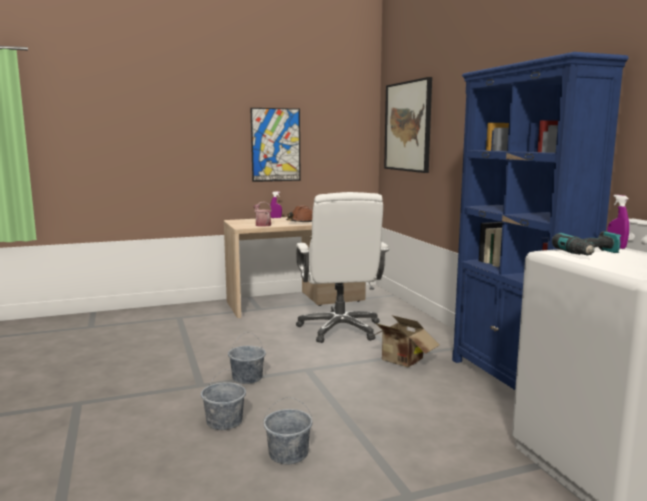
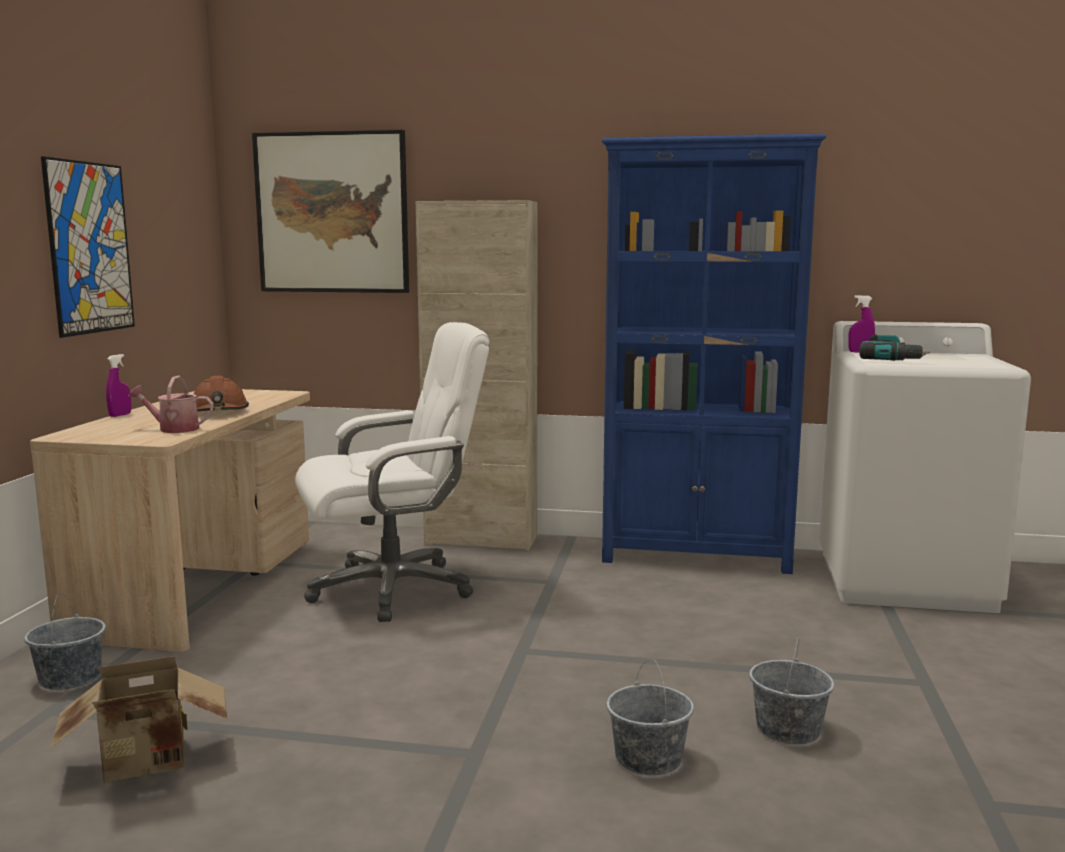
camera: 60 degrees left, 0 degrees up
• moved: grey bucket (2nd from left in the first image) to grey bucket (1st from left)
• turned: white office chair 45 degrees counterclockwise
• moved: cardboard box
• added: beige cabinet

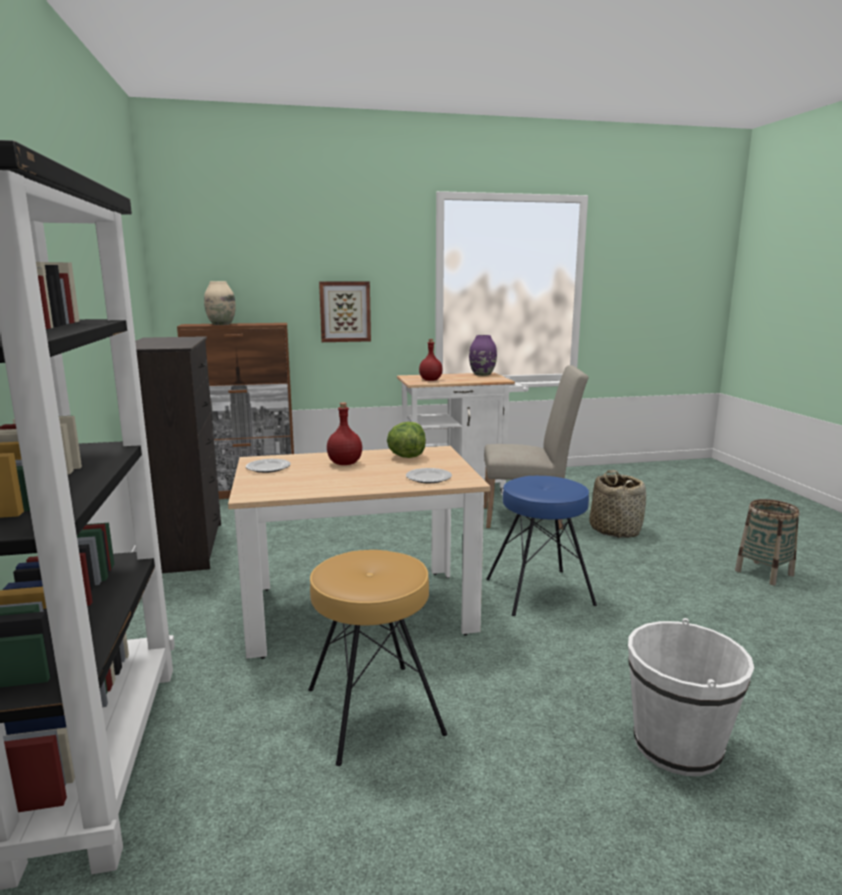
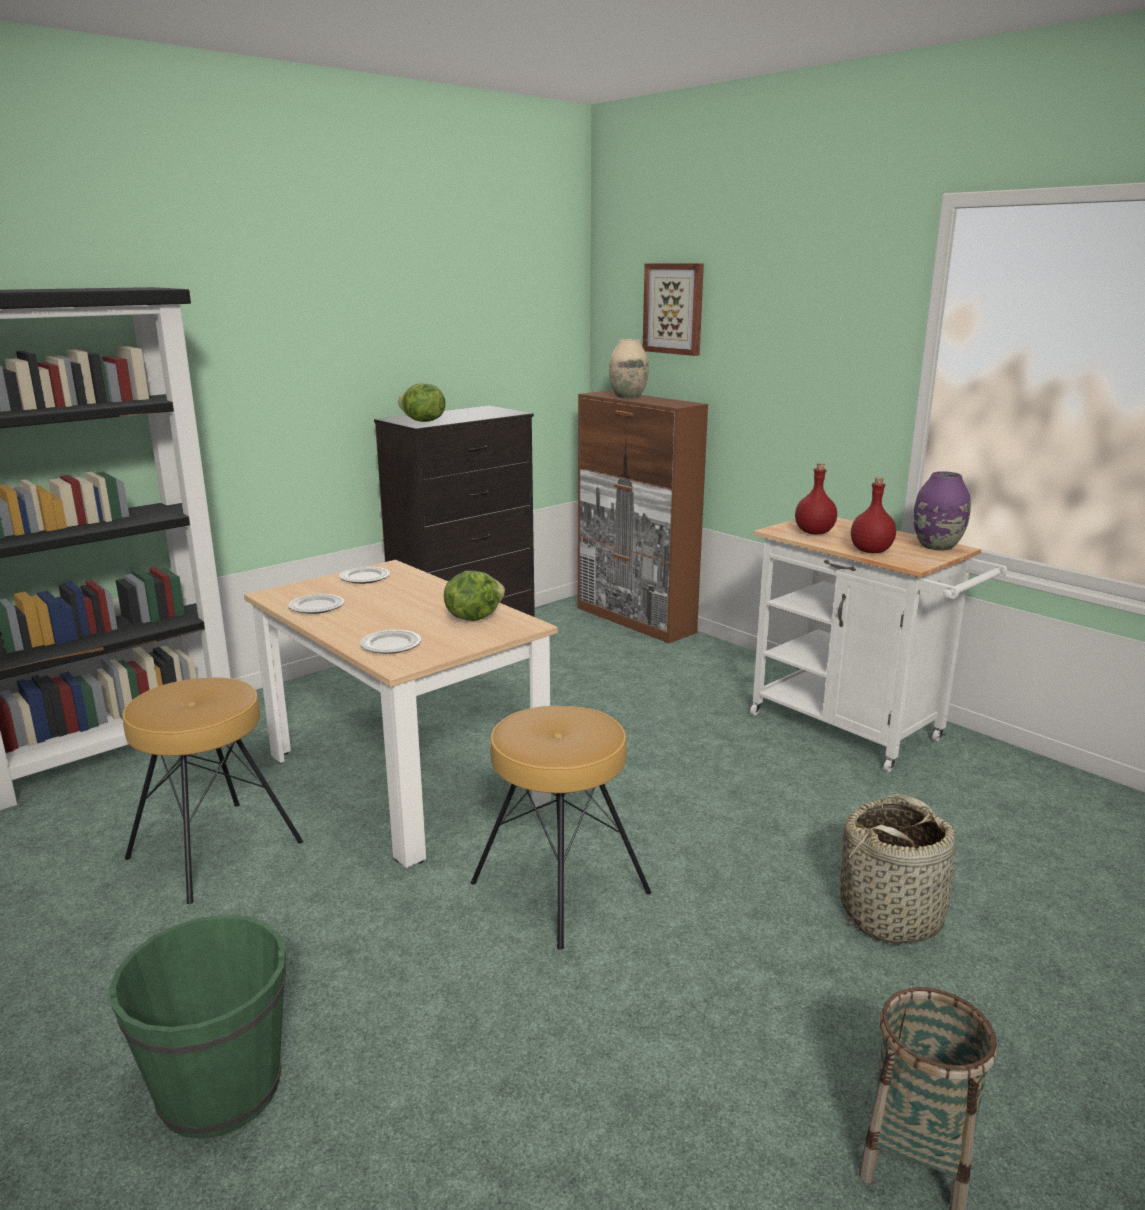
camera: 60 degrees right, 5 degrees up
• moved: picture
• moved: red bottle (1st from left in the first image) to red bottle (2nd from left)
• removed: beige chair
• recoloured: blue stool to brown stool (2nd from left)
• recoloured: white bucket to green bucket
• added: plate (1st from left)
• added: lettuce (1st from left)

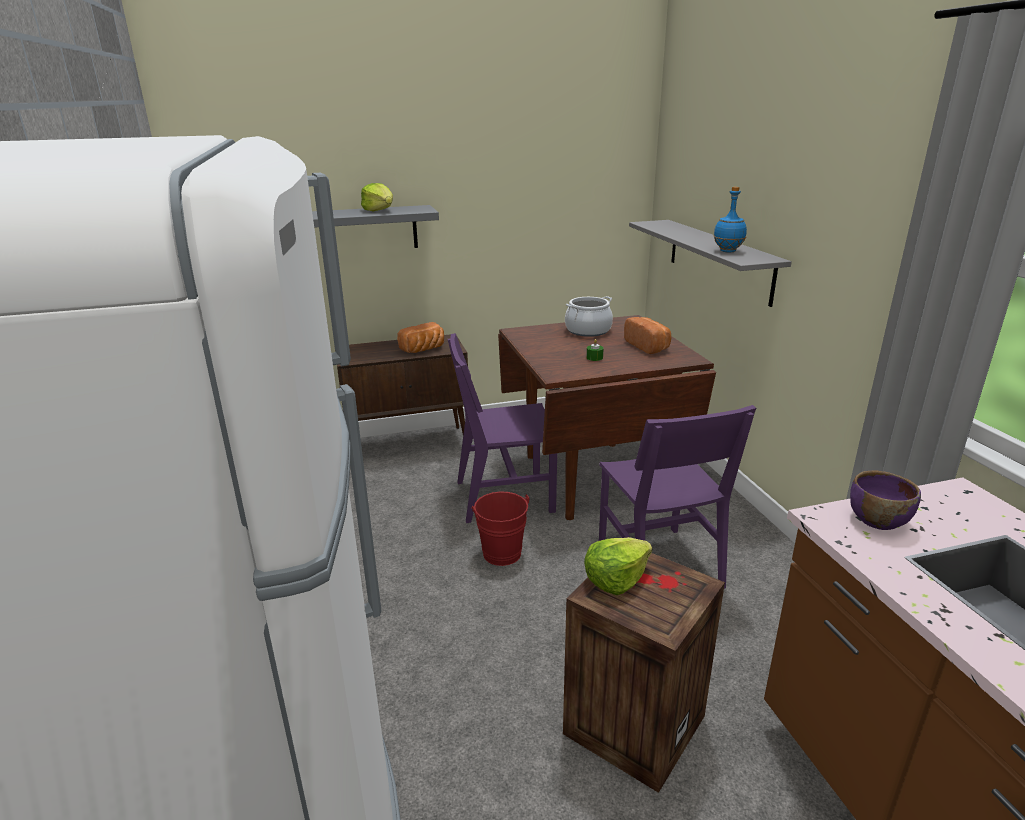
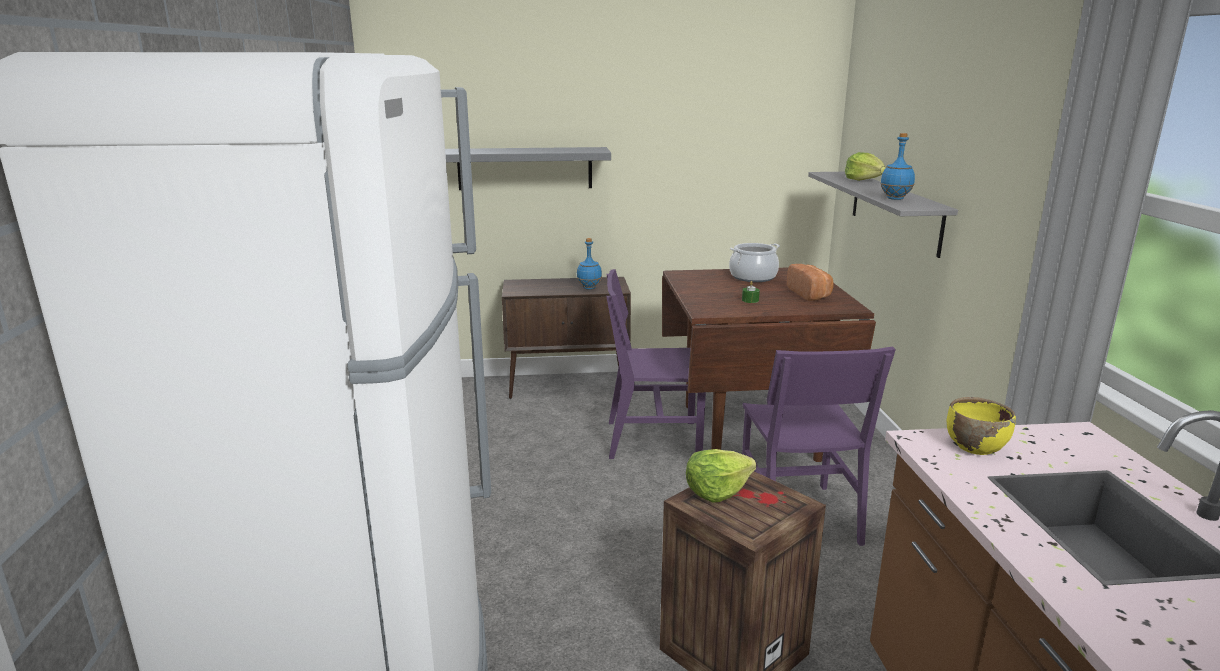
camera: 10 degrees right, 5 degrees down
• moved: lettuce (1st from left in the first image) to lettuce (2nd from left)
• replaced: bread (1st from left) to blue bottle (1st from left)
• removed: red bucket
• recoloured: purple bowl to yellow bowl

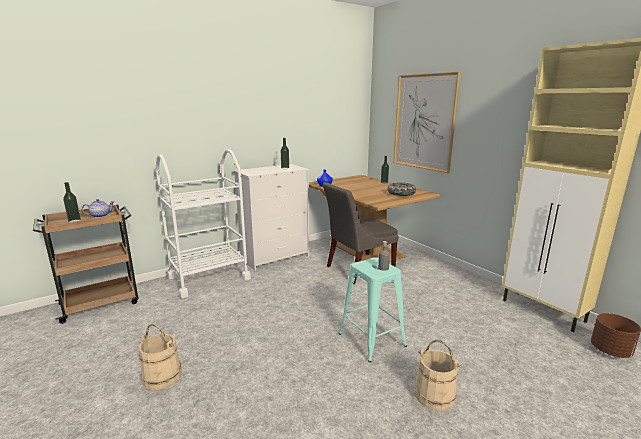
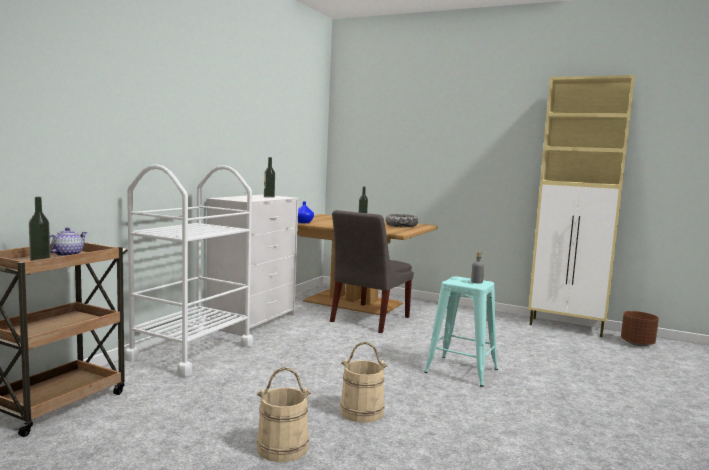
camera: 30 degrees left, 10 degrees down
• removed: picture
• moved: beige bucket (2nd from left)

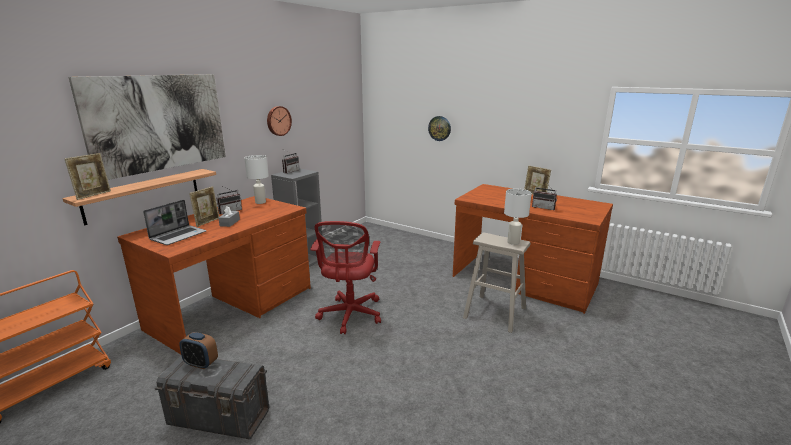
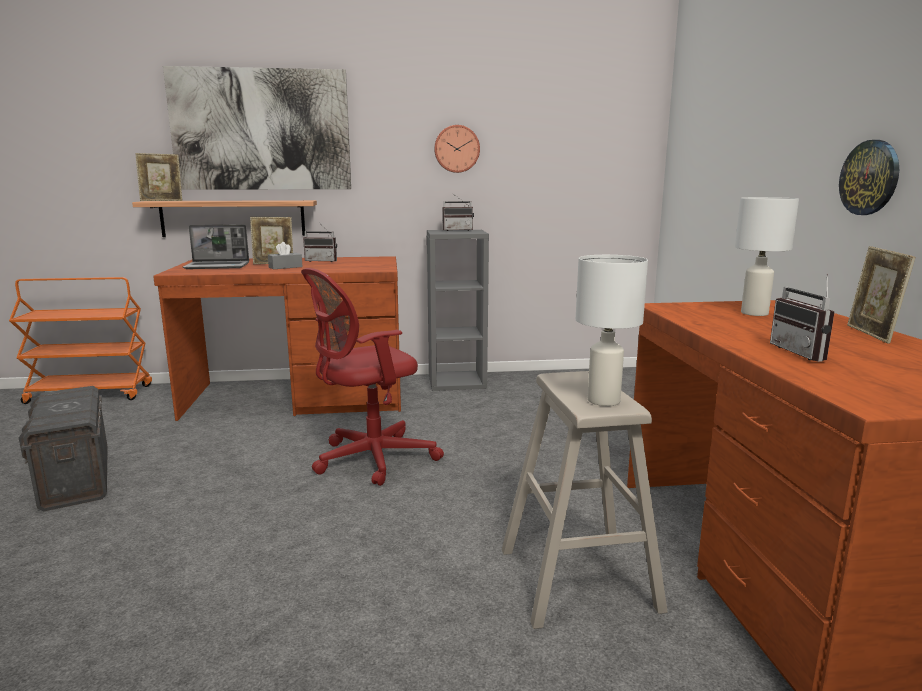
camera: 50 degrees right, 5 degrees down
• removed: alarm clock
• moved: white table lamp (1st from left in the first image) to white table lamp (2nd from left)
• moved: wall clock (2nd from left)

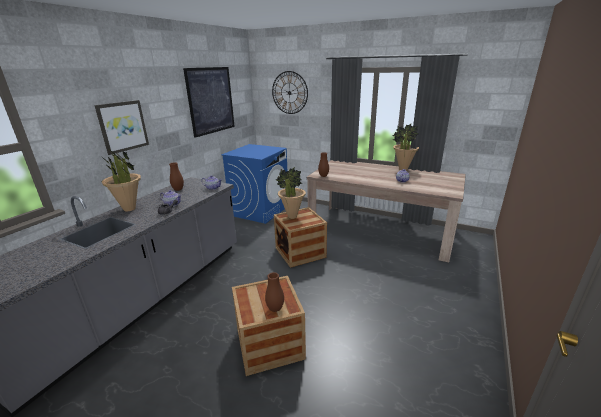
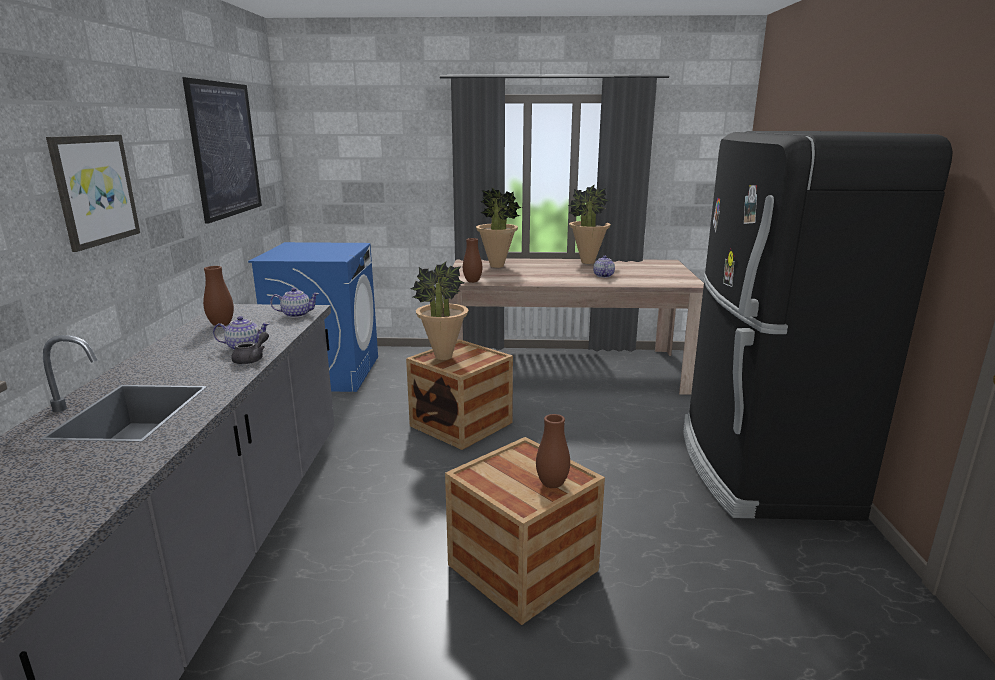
camera: 25 degrees left, 5 degrees down
• moved: potted plant (1st from left in the first image) to potted plant (2nd from left)
• removed: wall clock
• added: black fridge

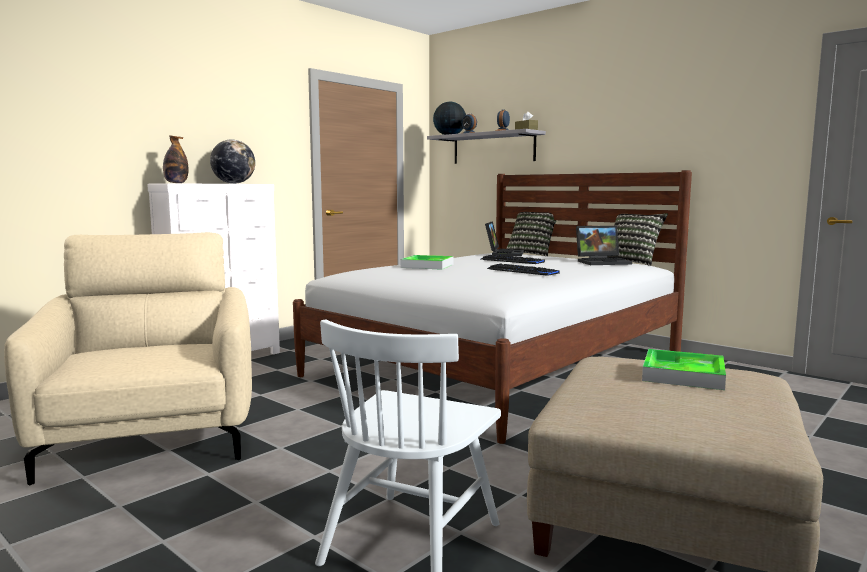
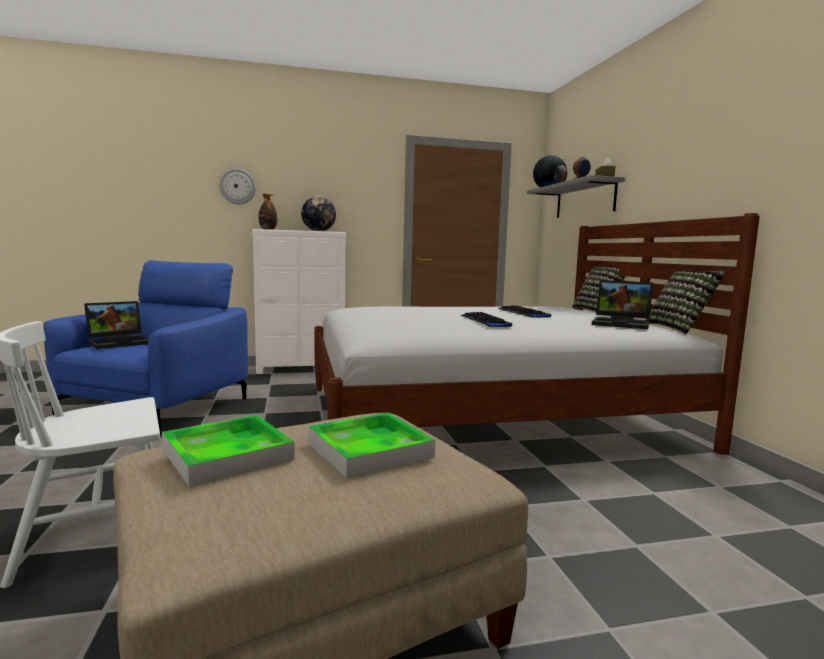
camera: 35 degrees right, 0 degrees up
• recoloured: beige armchair to blue armchair
• moved: tray (1st from left)
• moved: laptop (1st from left)
• added: wall clock

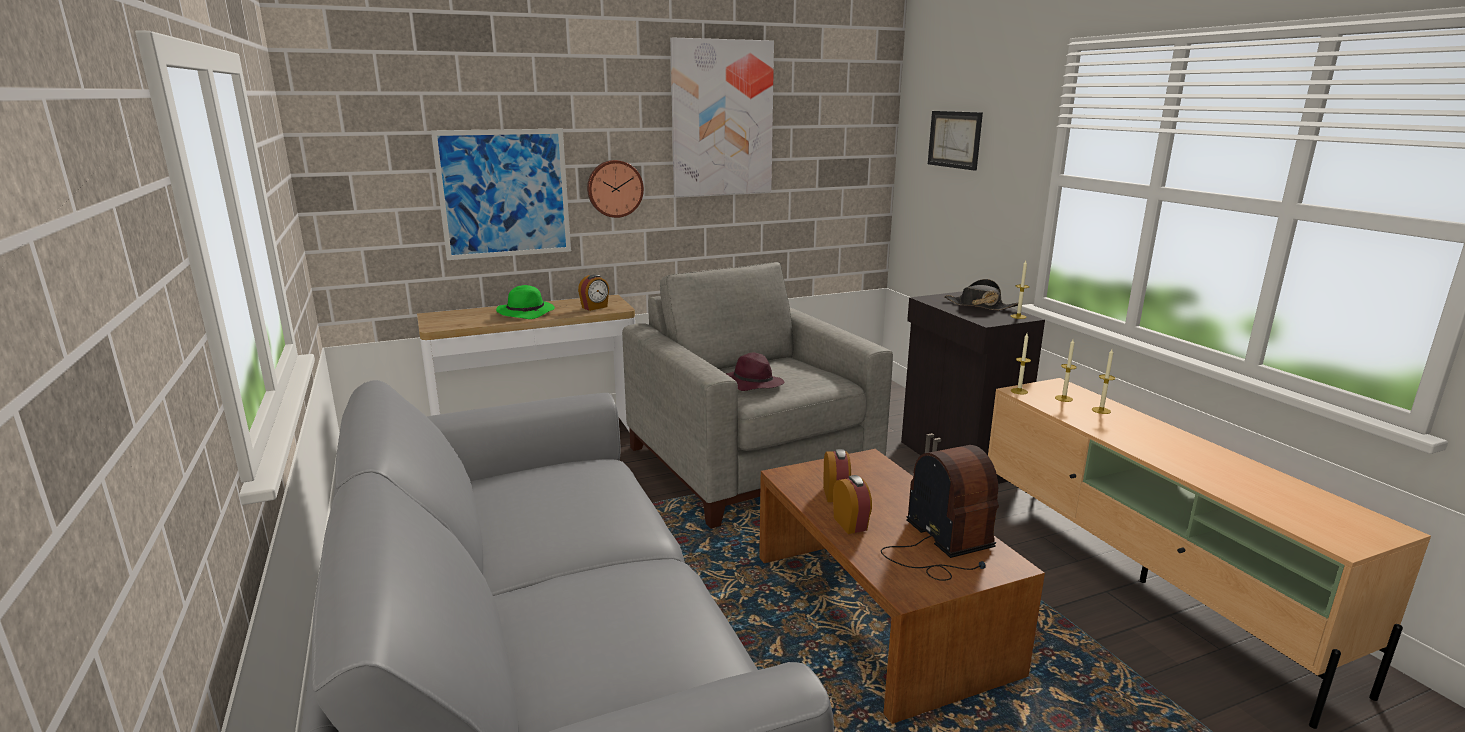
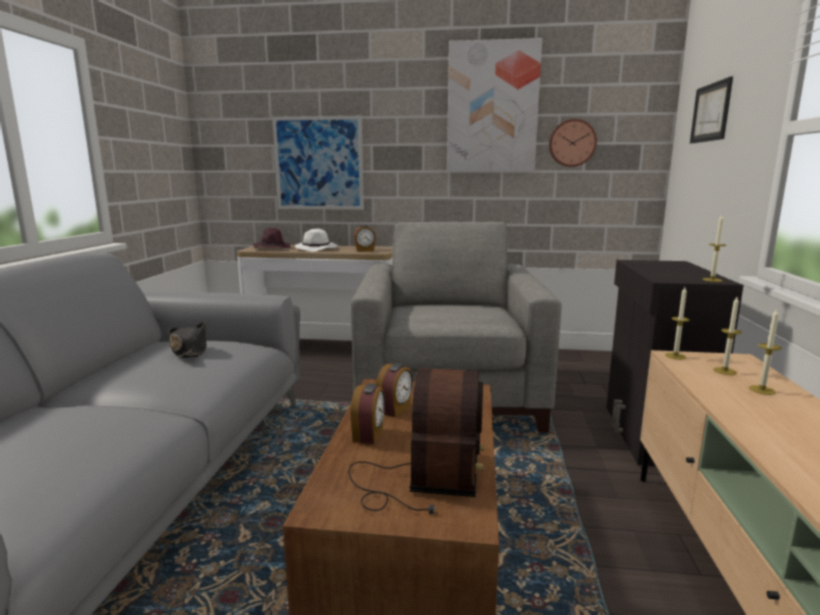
camera: 30 degrees right, 5 degrees down
• recoloured: green hat to white hat
• moved: wall clock
• moved: purple hat
• moved: black hat

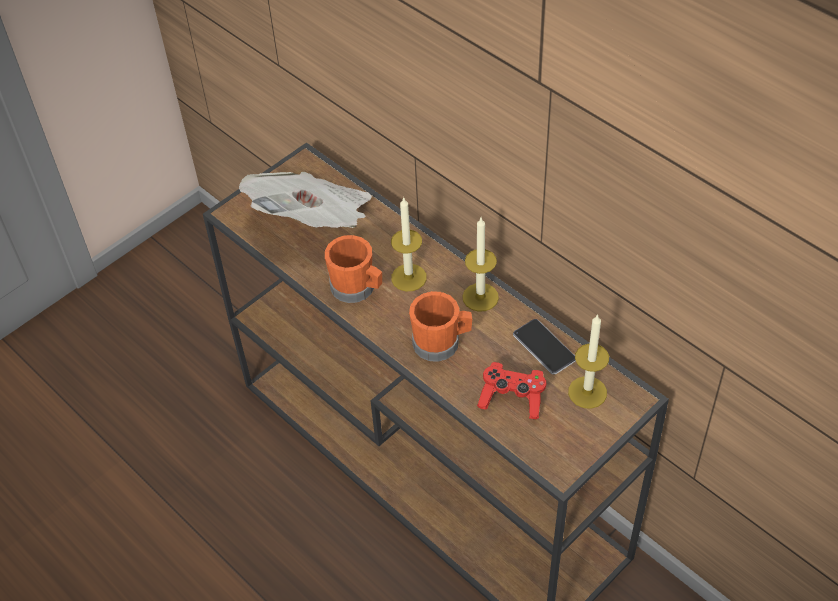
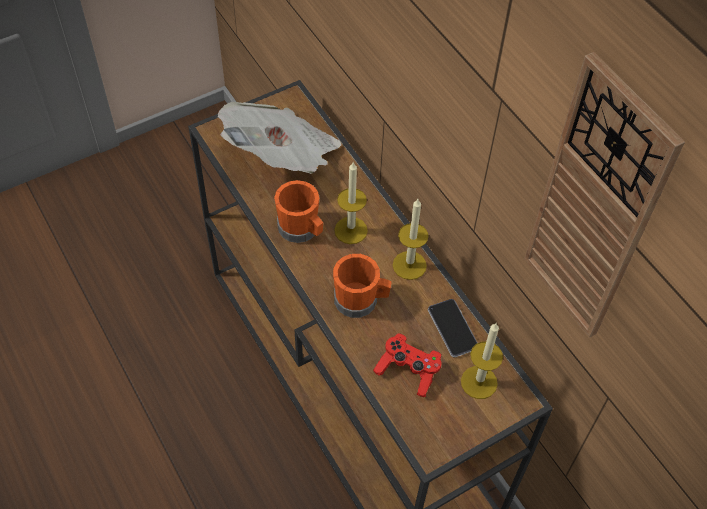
camera: 10 degrees right, 5 degrees up
• added: wall clock

